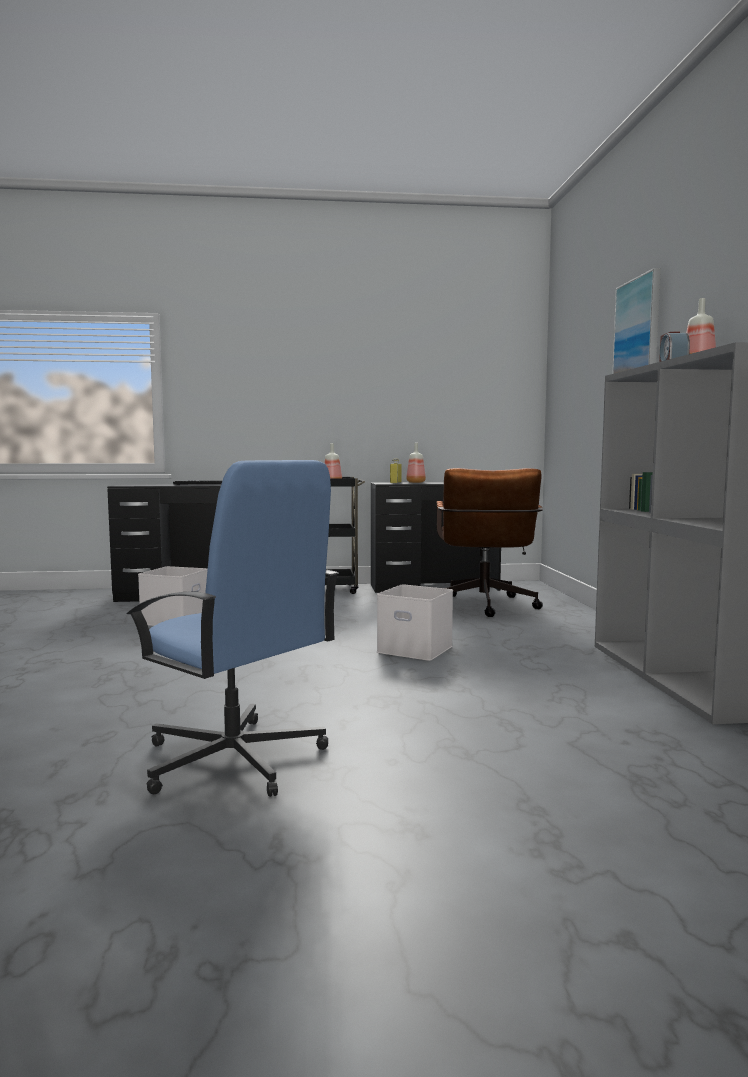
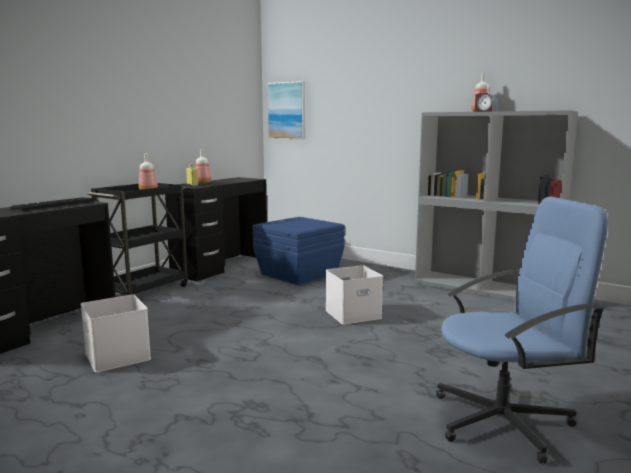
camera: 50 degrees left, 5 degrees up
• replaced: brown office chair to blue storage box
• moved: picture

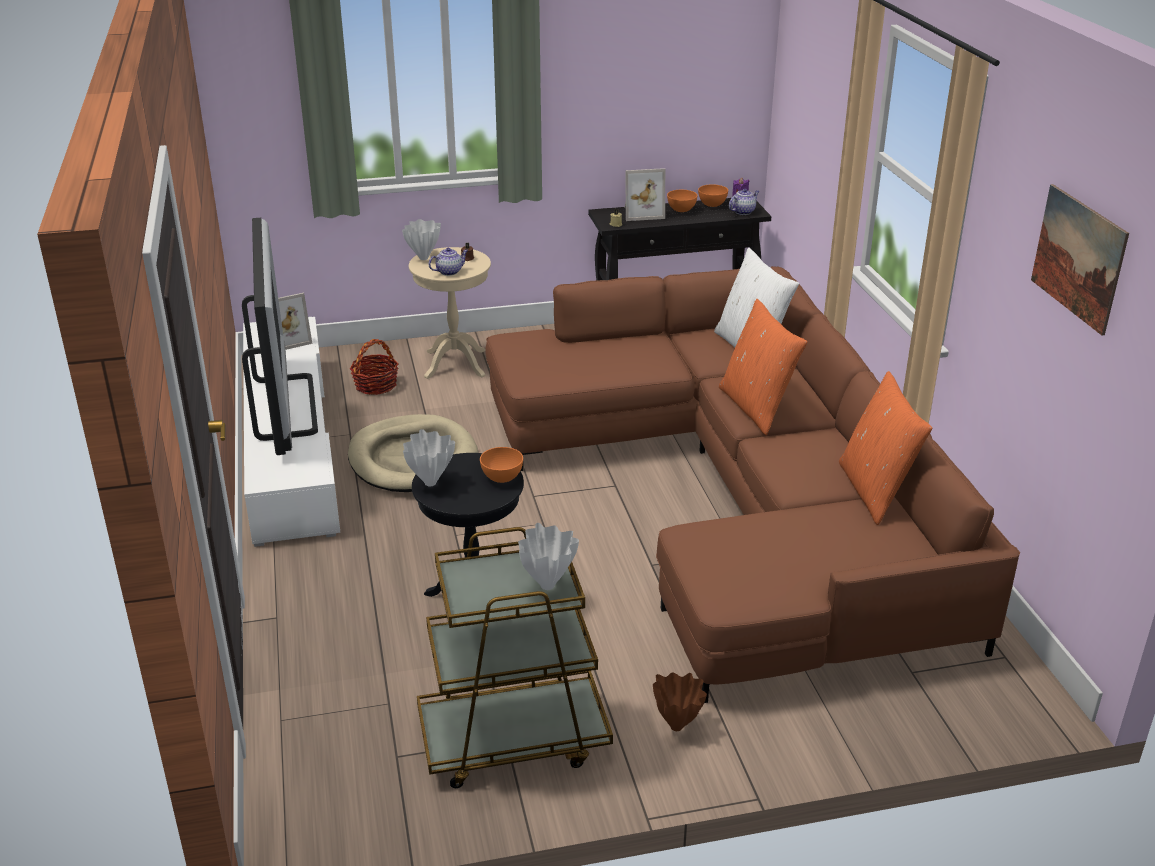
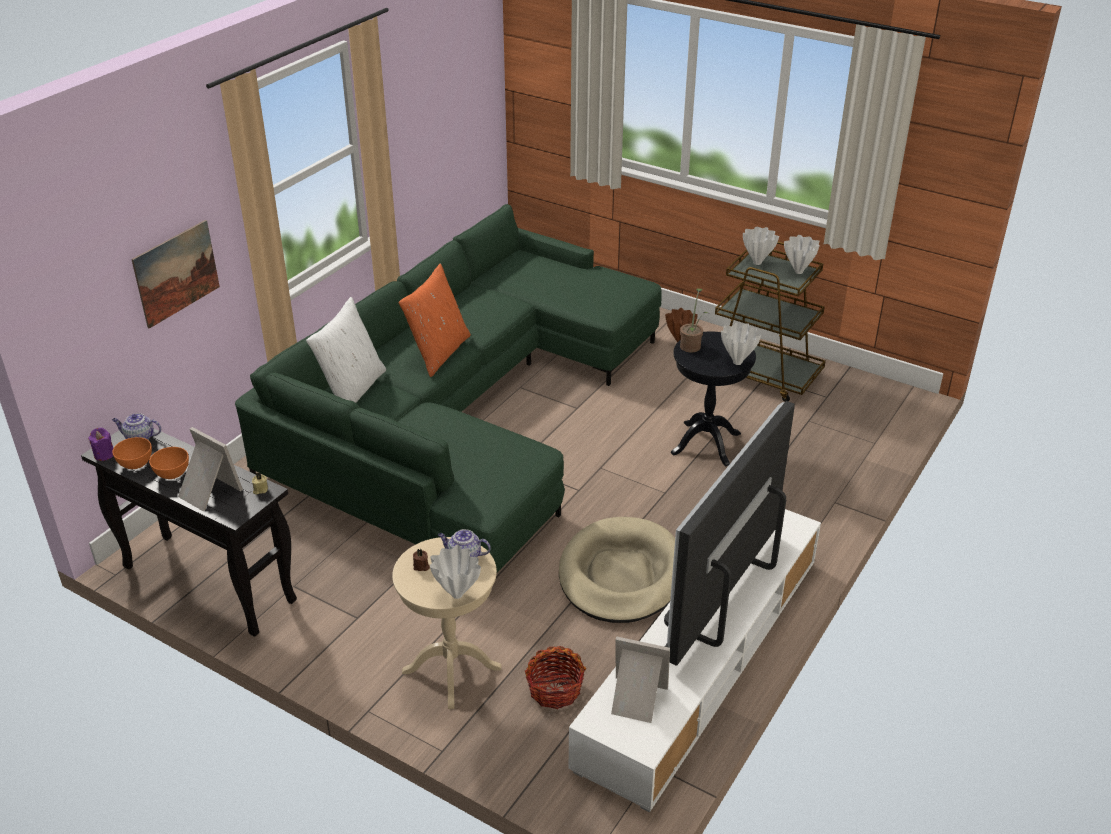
camera: 135 degrees left, 5 degrees up
• replaced: orange bowl (1st from left) to potted plant
• recoloured: brown sofa to green sofa
• removed: orange pillow (2nd from left)
• moved: picture
• added: white vase (4th from left)

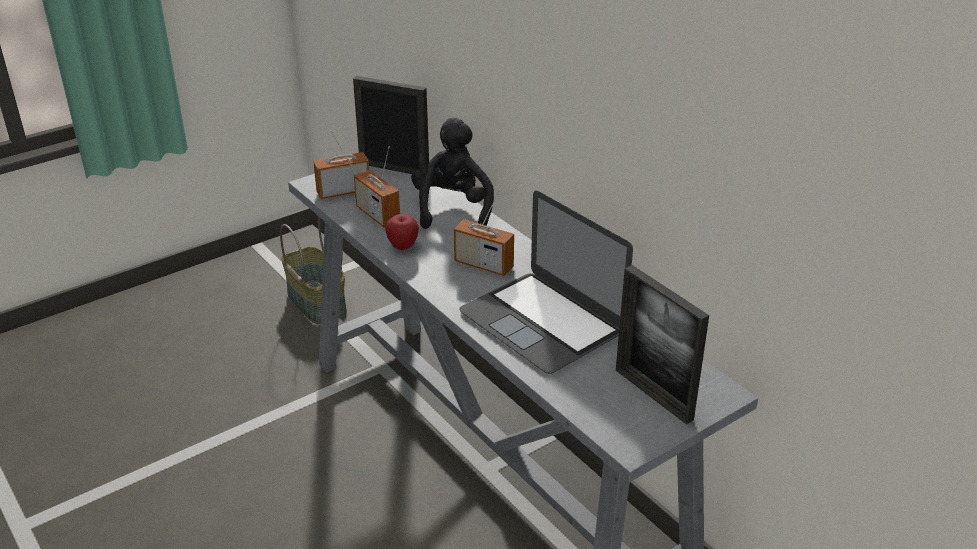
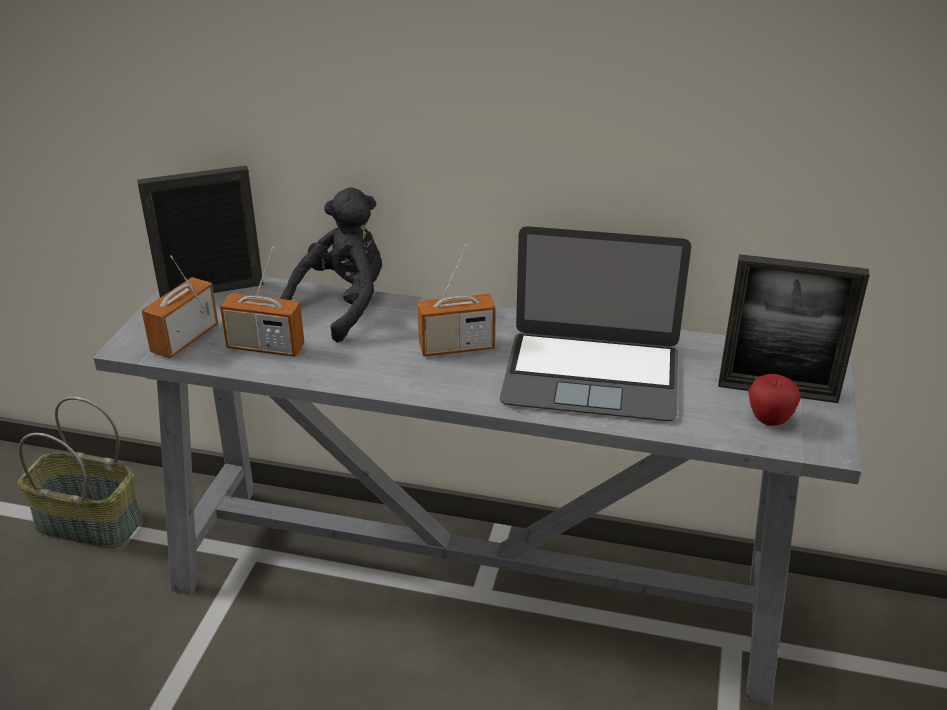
camera: 40 degrees left, 0 degrees up
• moved: apple
• turned: black plush toy 75 degrees clockwise

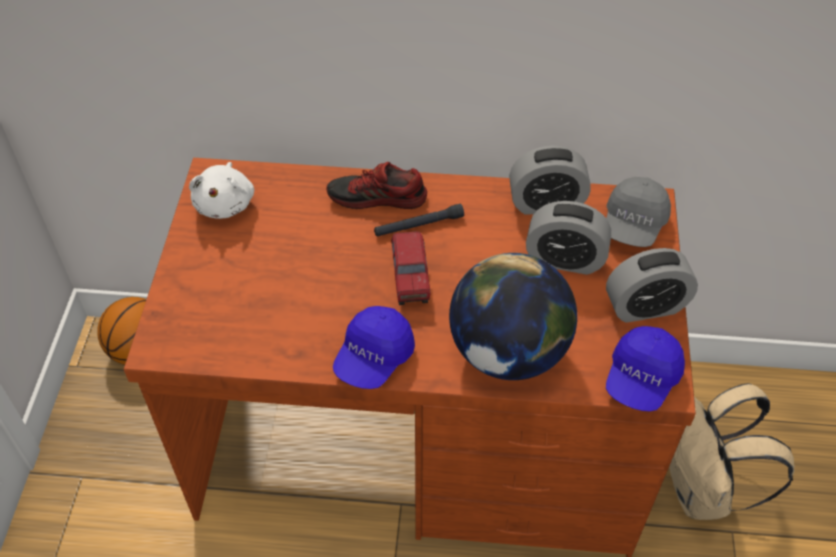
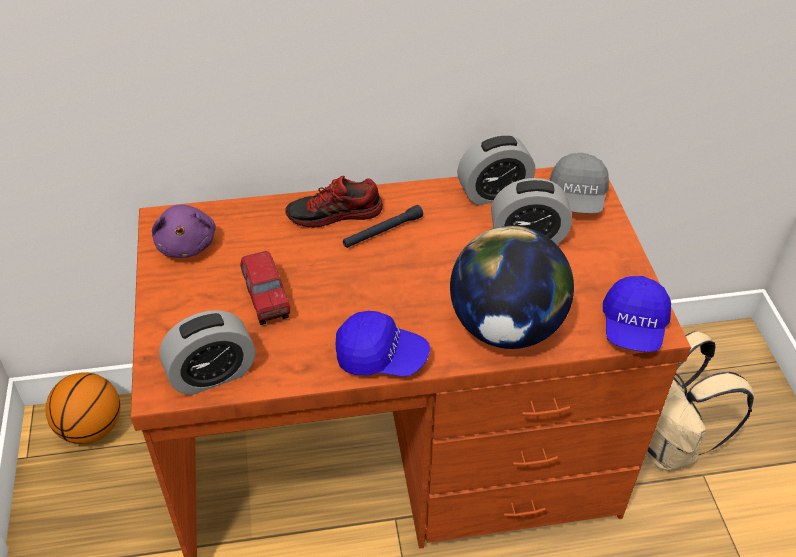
camera: 15 degrees left, 5 degrees down
• recoloured: white plush toy to purple plush toy
• turned: blue cap (1st from left) 90 degrees counterclockwise
• moved: toy truck
• moved: alarm clock (3rd from left in the first image) to alarm clock (1st from left)

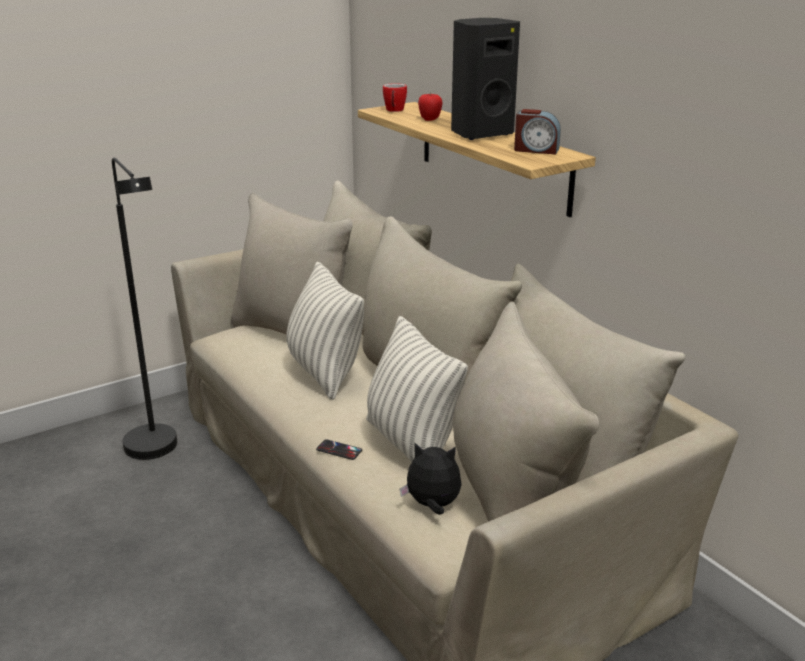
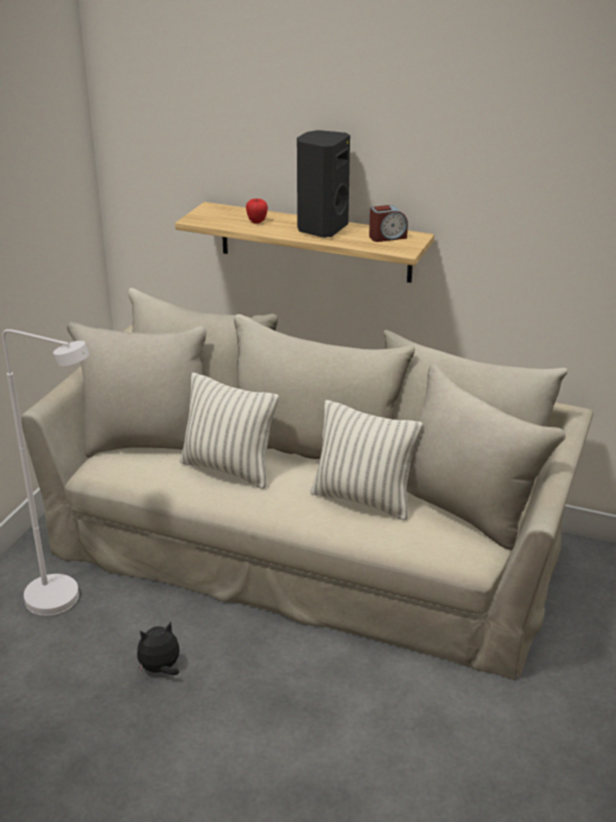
camera: 35 degrees left, 5 degrees up
• recoloured: black floor lamp to white floor lamp
• removed: phone
• removed: mug
• moved: plush toy

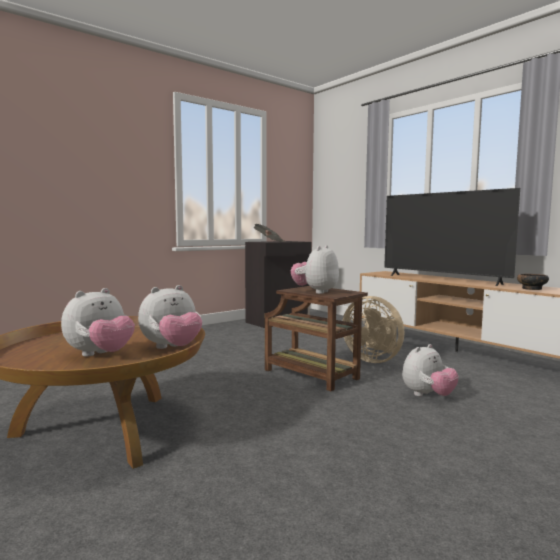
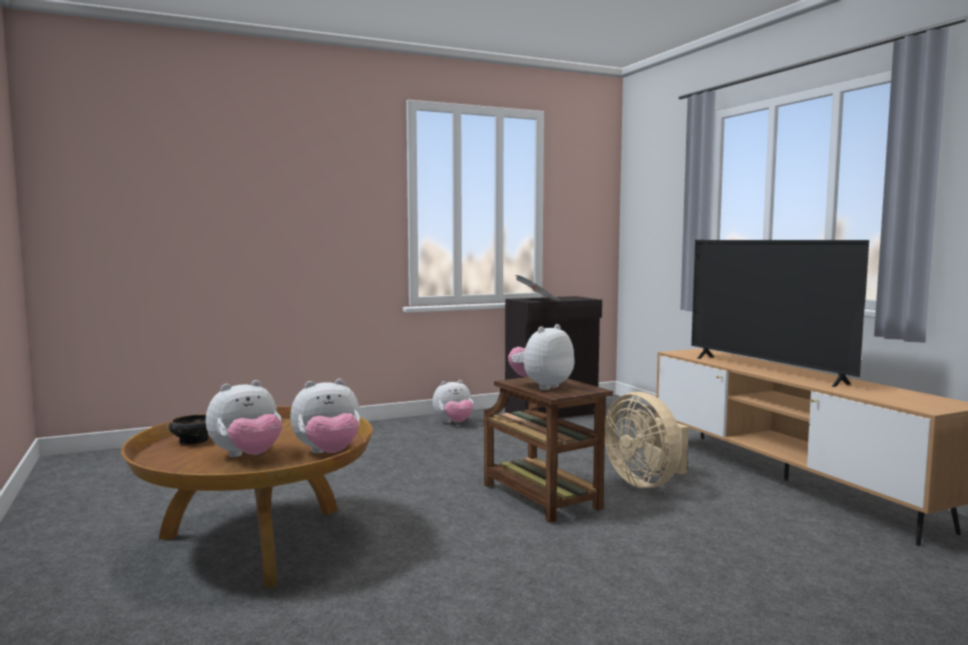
camera: 15 degrees right, 0 degrees up
• moved: plush toy (4th from left in the first image) to plush toy (3rd from left)
• moved: bowl

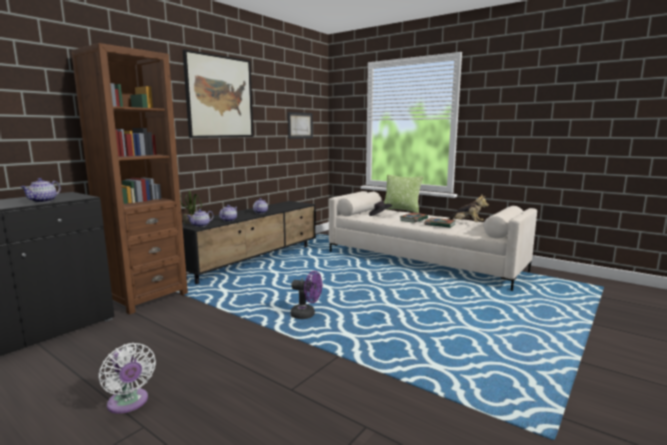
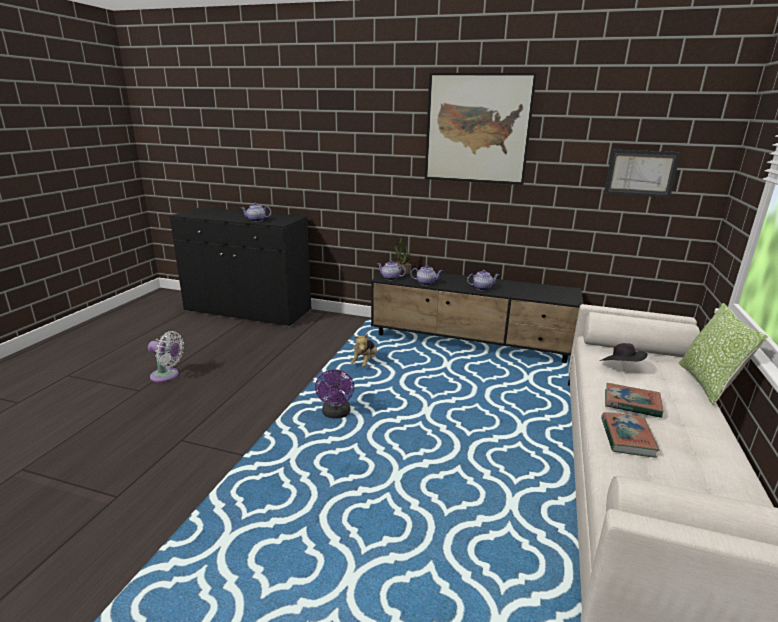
camera: 70 degrees right, 10 degrees up
• removed: brown bookcase
• turned: white fan 105 degrees counterclockwise
• moved: plush toy

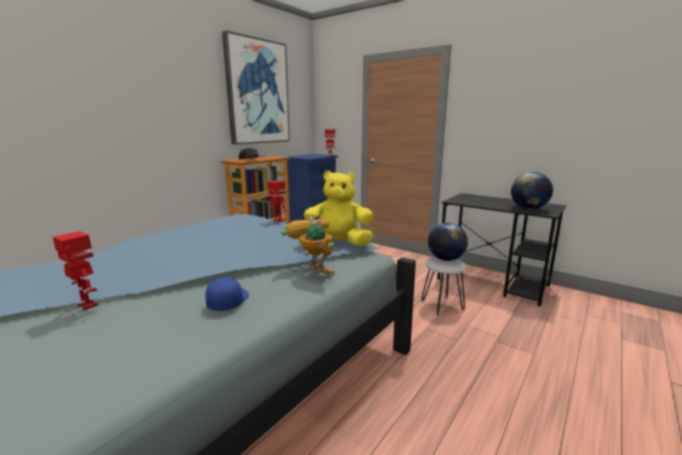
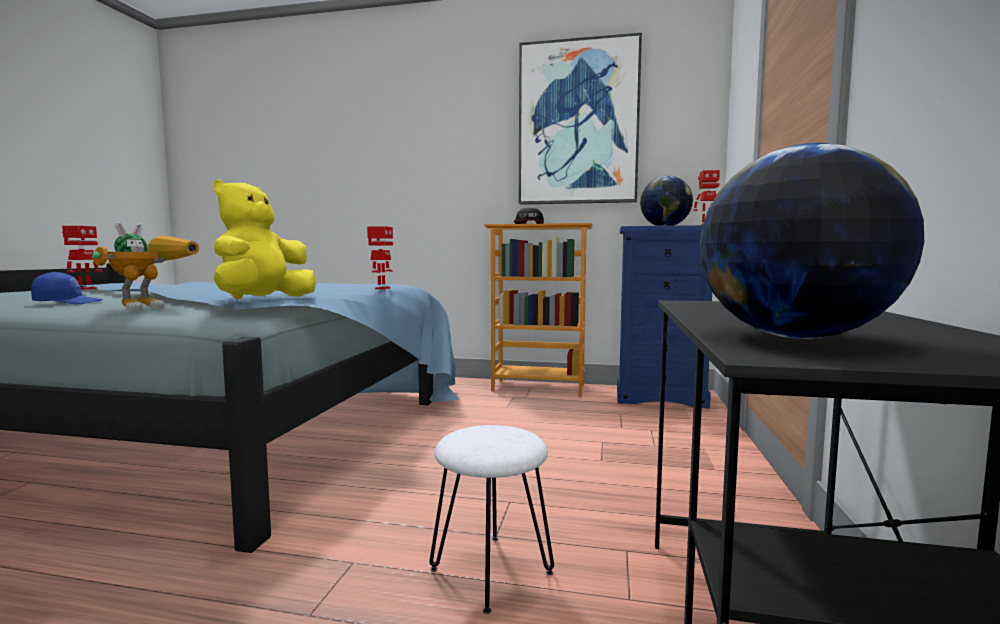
camera: 65 degrees right, 10 degrees down
• turned: yellow plush toy 135 degrees counterclockwise
• moved: globe (1st from left)

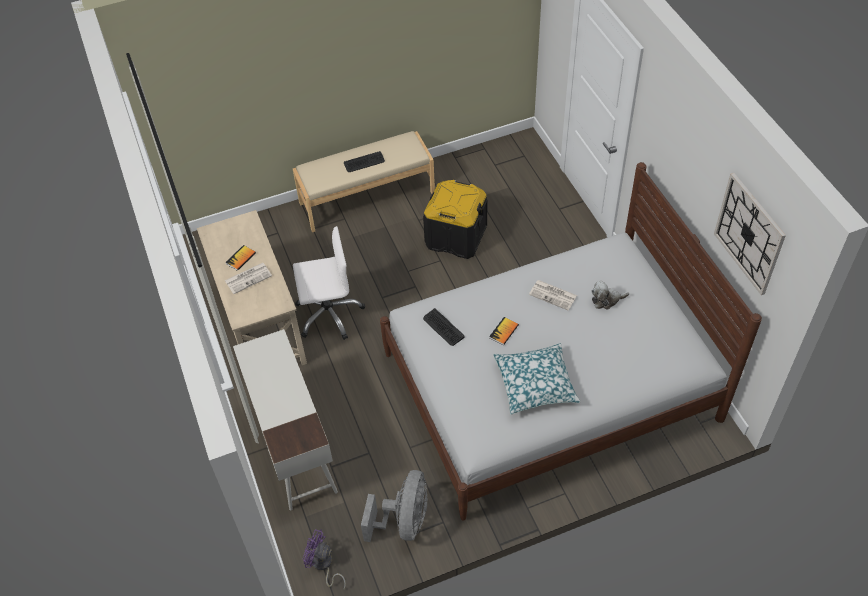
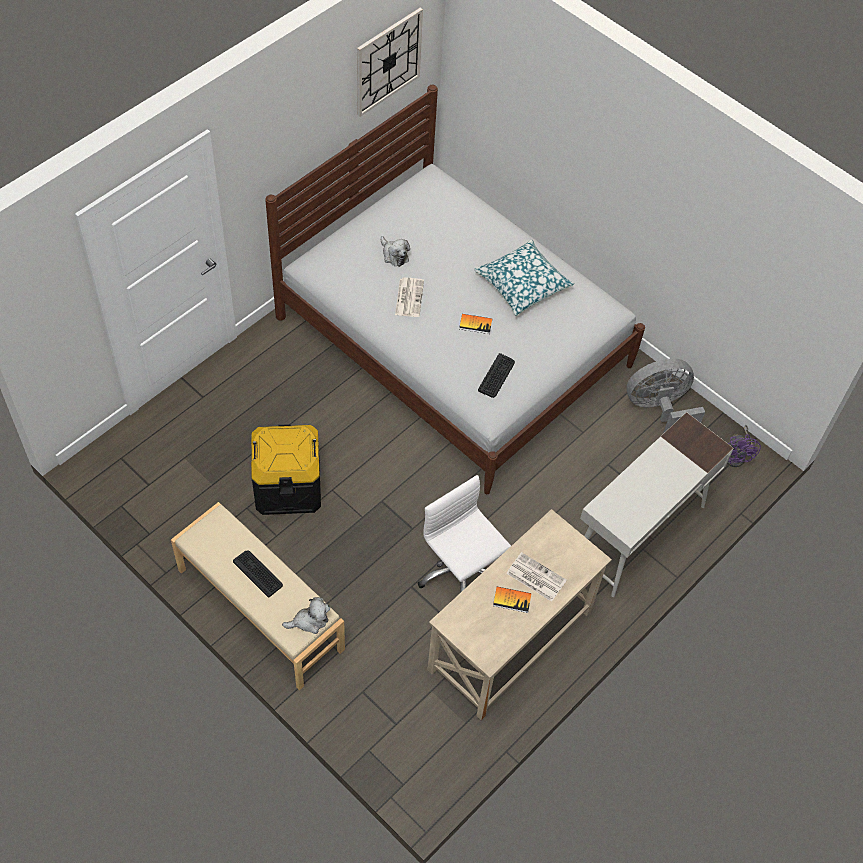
camera: 120 degrees left, 5 degrees up
• added: plush toy (1st from left)

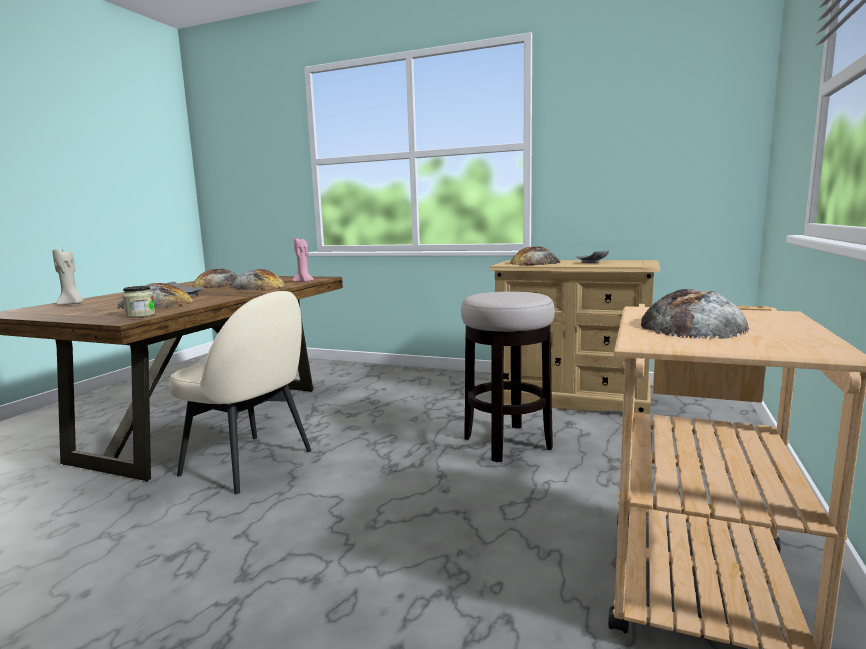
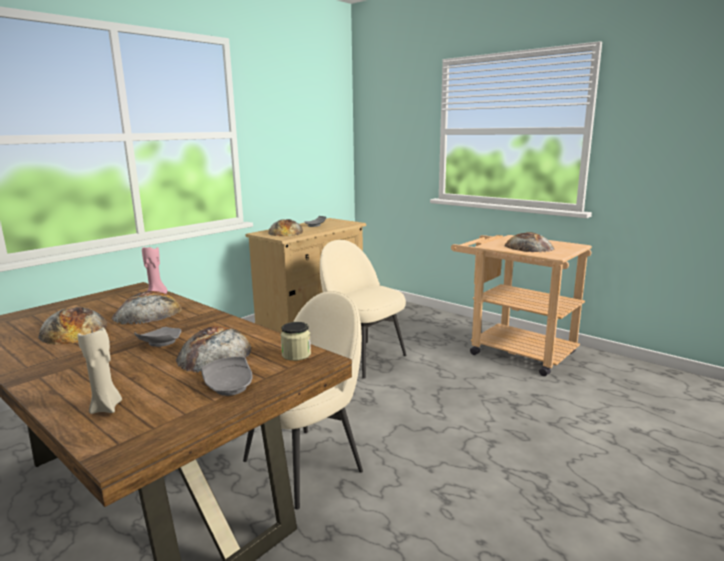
camera: 70 degrees left, 5 degrees up
• replaced: stool to beige chair (2nd from left)
• added: grey plate (2nd from left)

